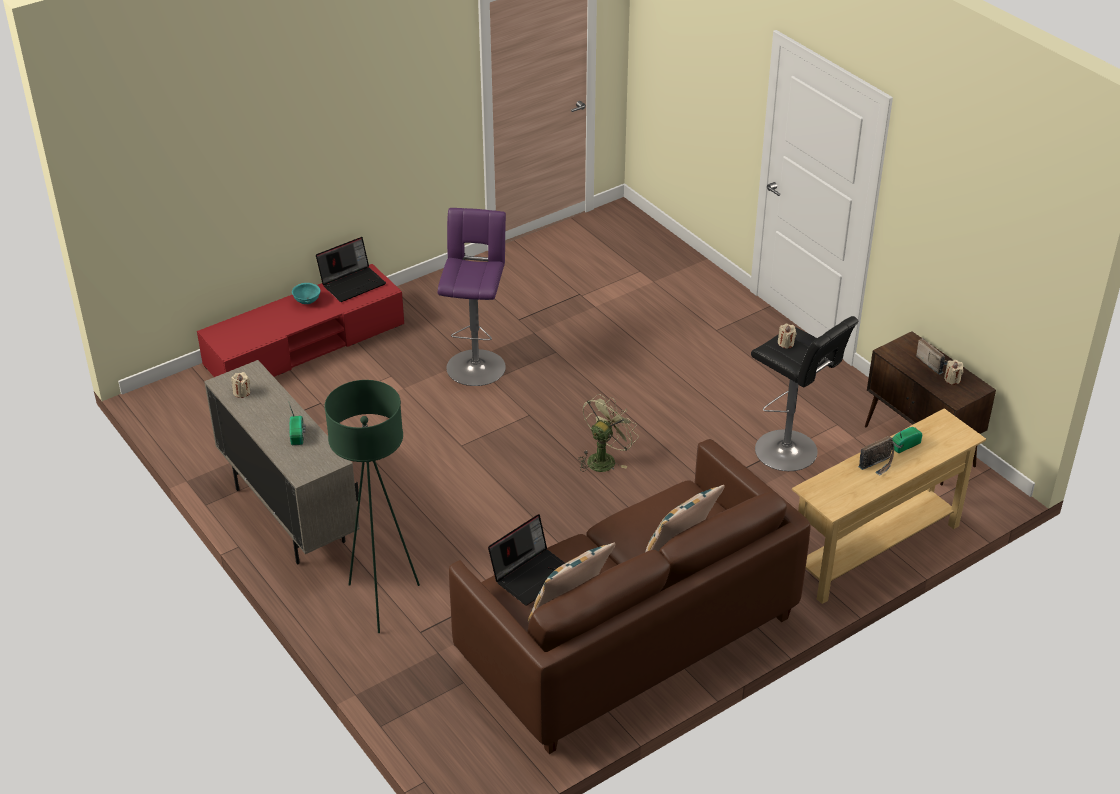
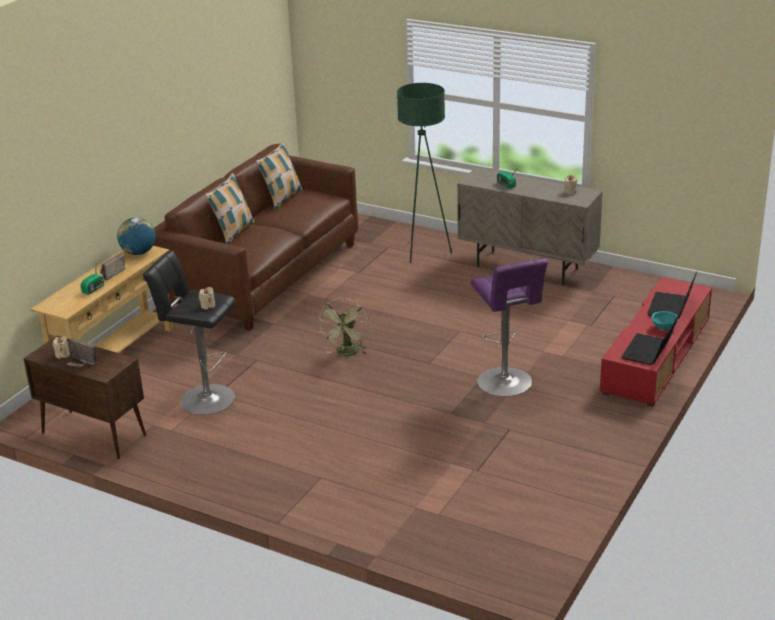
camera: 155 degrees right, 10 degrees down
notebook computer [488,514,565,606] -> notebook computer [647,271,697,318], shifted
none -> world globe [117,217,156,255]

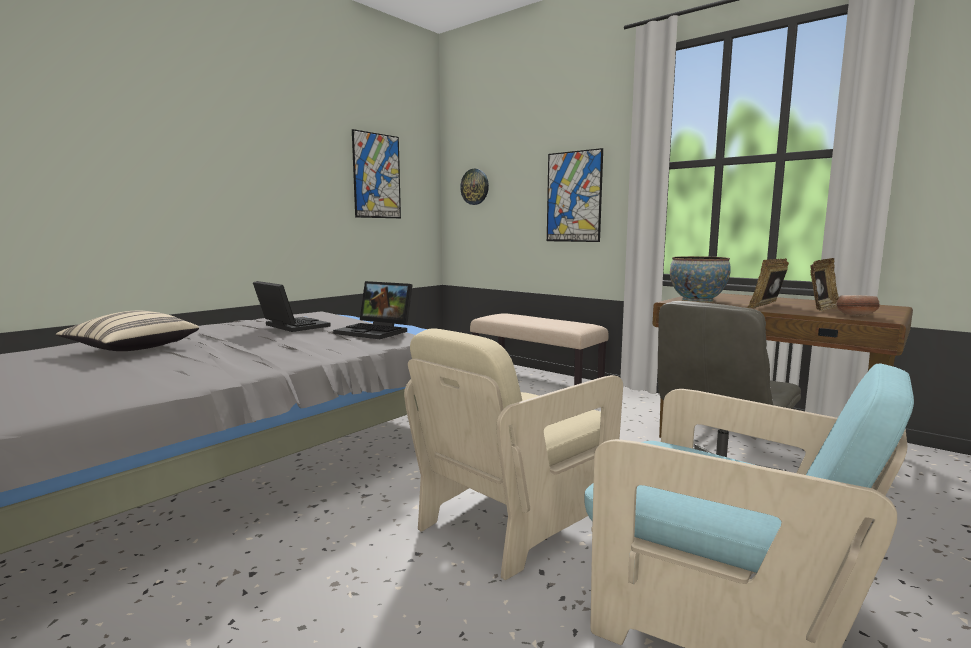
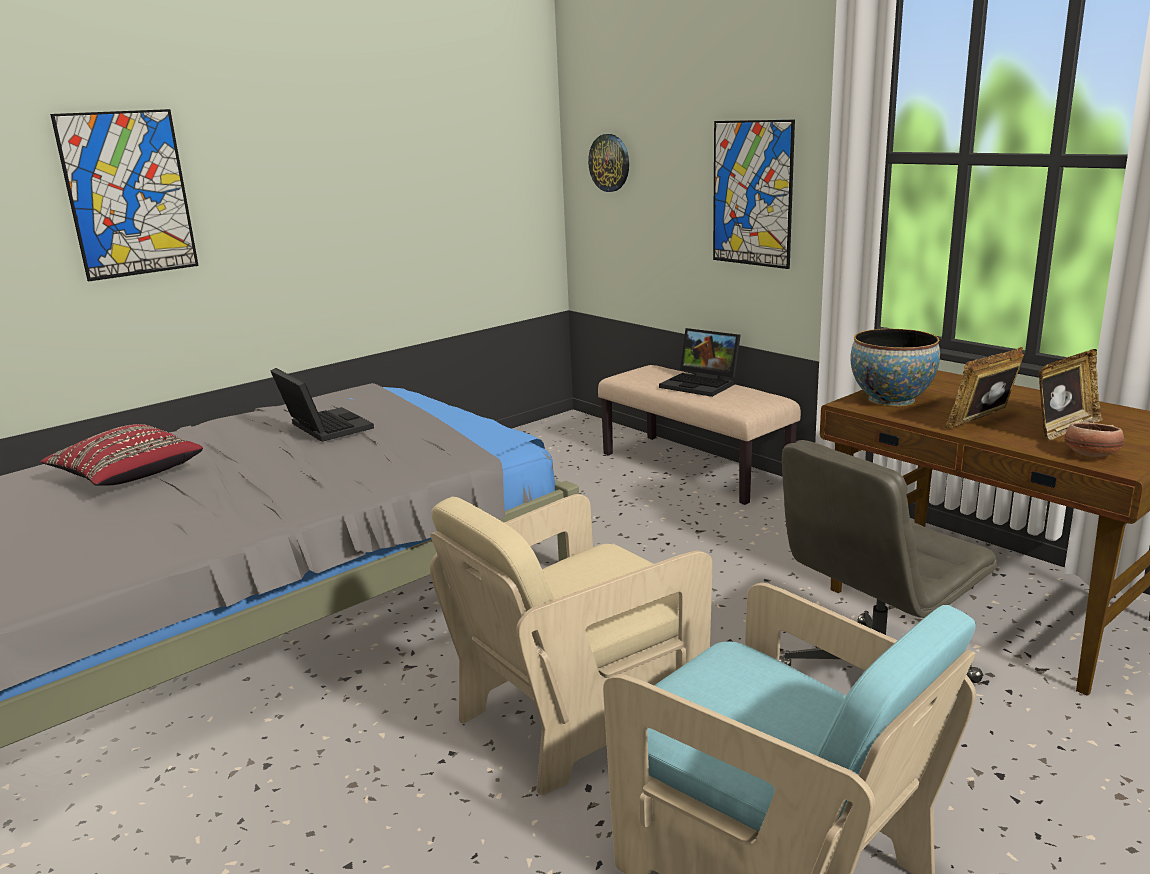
camera: 10 degrees right, 10 degrees up
picture [352,129,401,218] -> picture [50,109,199,282], shifted
notebook computer [333,281,413,339] -> notebook computer [659,328,741,397], shifted
cushion (sand-coloured) [56,311,199,351] -> cushion (reddish) [40,424,203,486]

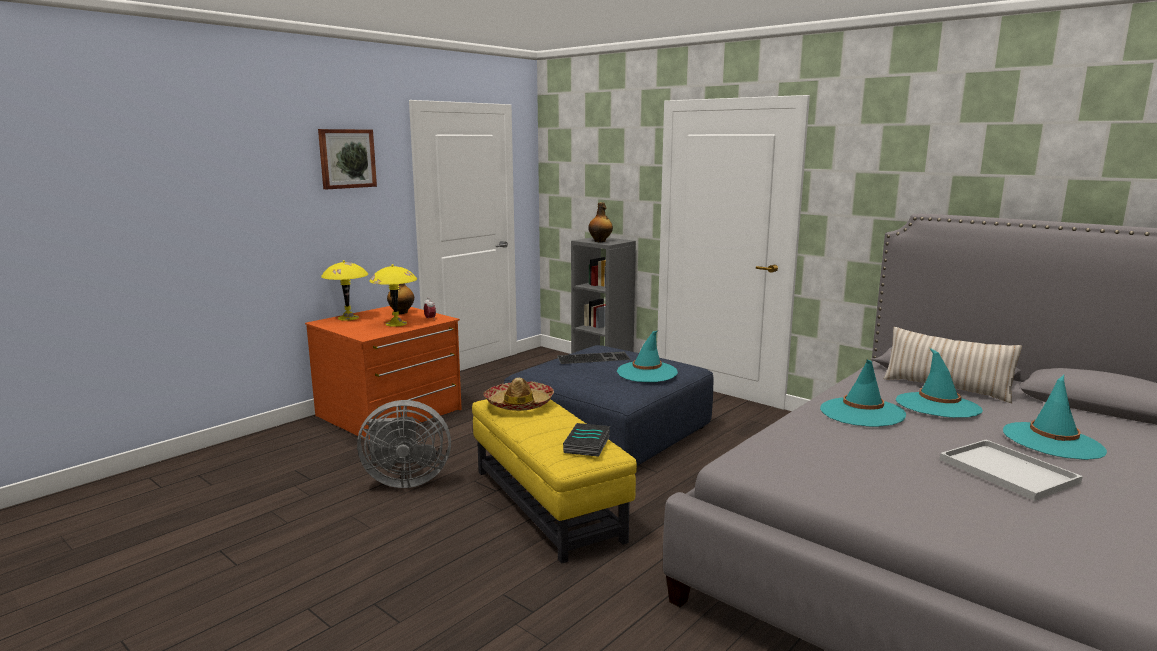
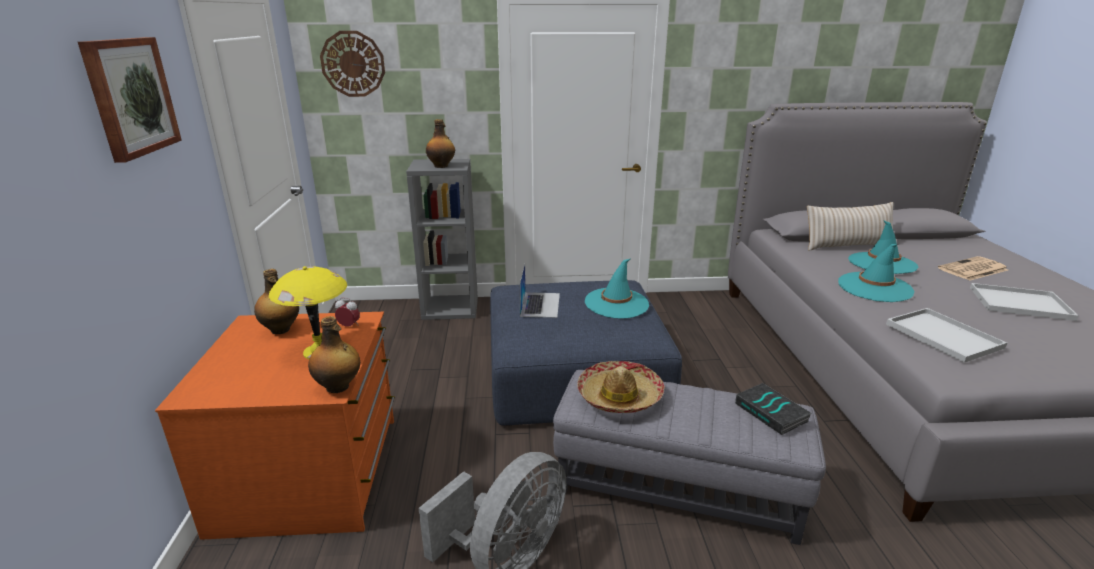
camera: 45 degrees left, 10 degrees up
table lamp (yellow) [321,260,368,321] -> none
computer keyboard [557,352,631,364] -> notebook computer [519,264,560,318]
wearable hat (turquoise-coloured) [1003,375,1107,460] -> printed paper [938,256,1008,281]
pouffe (yellow) [472,399,637,564] -> pouffe (grey) [553,370,826,545]
none -> hanging clock [320,31,385,97]
none -> tray (whitish) [886,308,1007,363]
none -> beverage bottle [308,316,360,393]

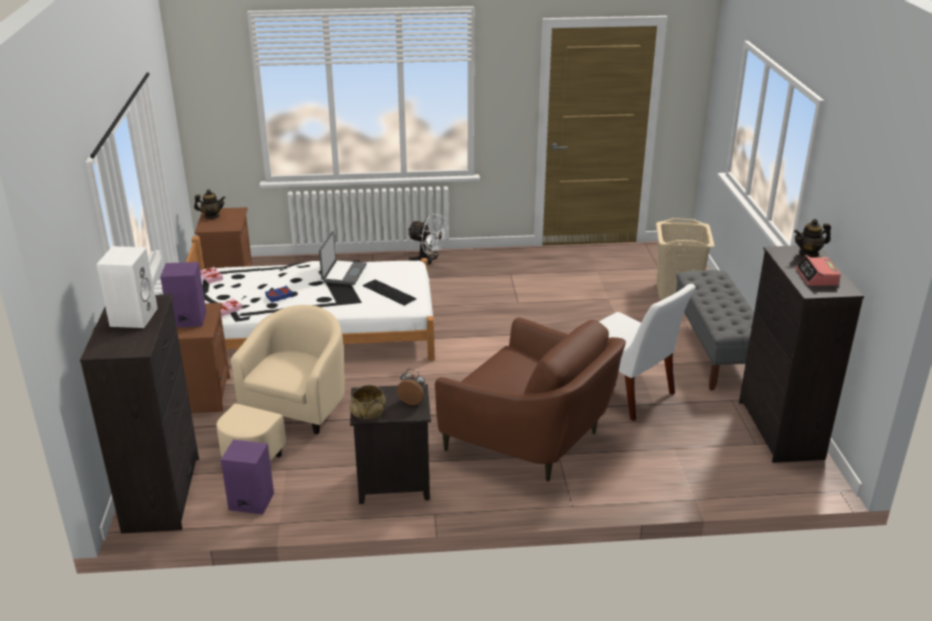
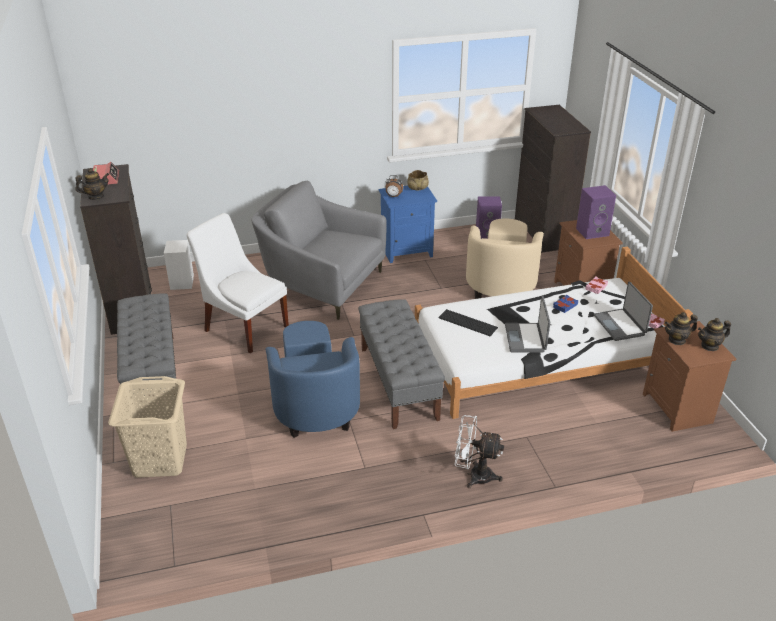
camera: 170 degrees right, 5 degrees up
loudspeaker (whitish) [96,246,158,328] -> loudspeaker (whitish) [164,240,194,290], shifted
armchair (brown-coloured) [435,317,626,482] -> armchair (grey) [251,181,387,320]
nightstand (black) [350,384,431,504] -> nightstand (blue-coloured) [379,186,437,263]
none -> notebook computer [594,281,653,341]
none -> long seat (grey) [358,299,445,429]
none -> teapot [665,312,698,345]
none -> armchair (blue-coloured) [265,321,360,438]

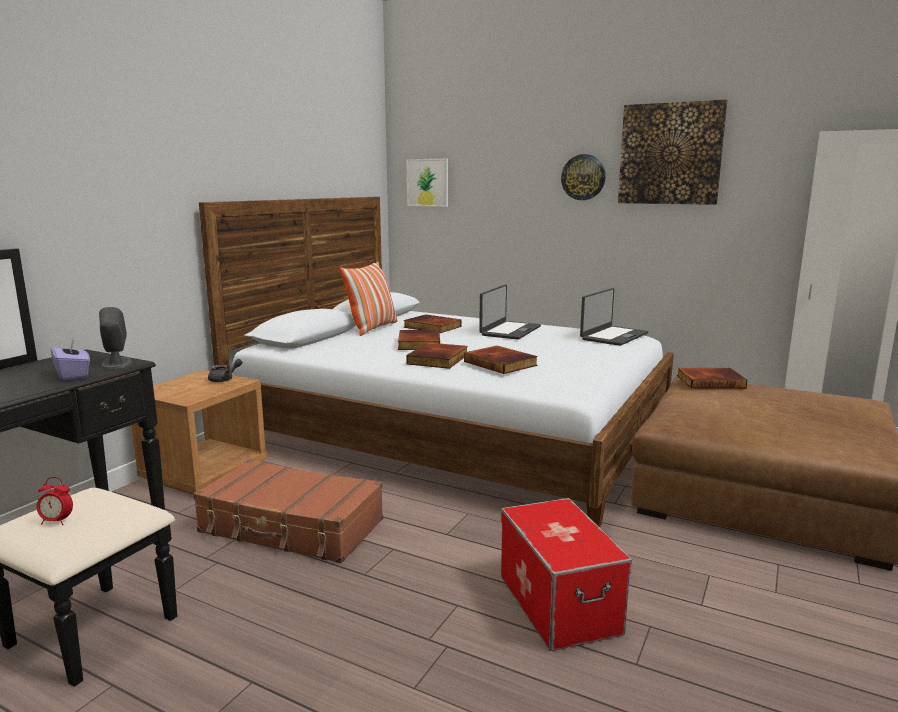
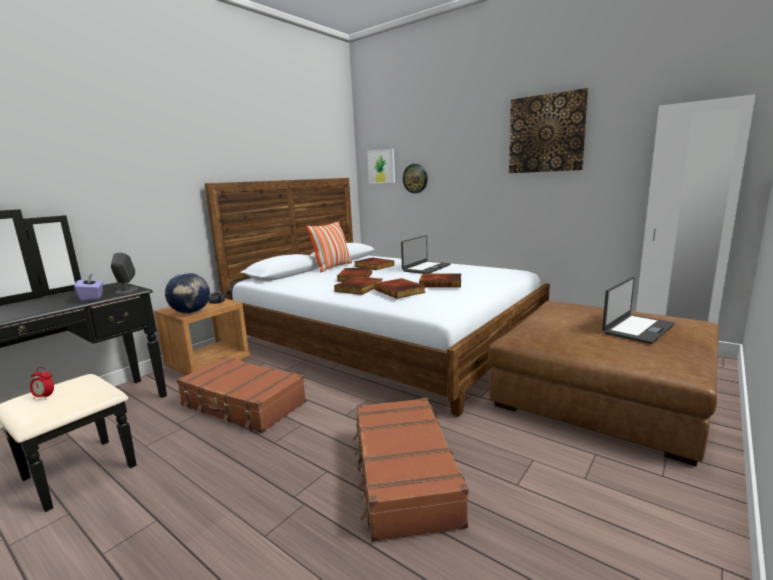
camera: 10 degrees right, 0 degrees up
hanging clock [561,154,606,200] -> hanging clock [403,164,428,193], shifted
notebook computer [580,288,648,346] -> notebook computer [602,277,675,344], shifted
volume [677,367,747,389] -> volume [419,273,461,288], shifted
storage bin [501,498,632,651] -> suitcase (brown-coloured) [353,397,469,542]
none -> world globe [165,273,210,313]

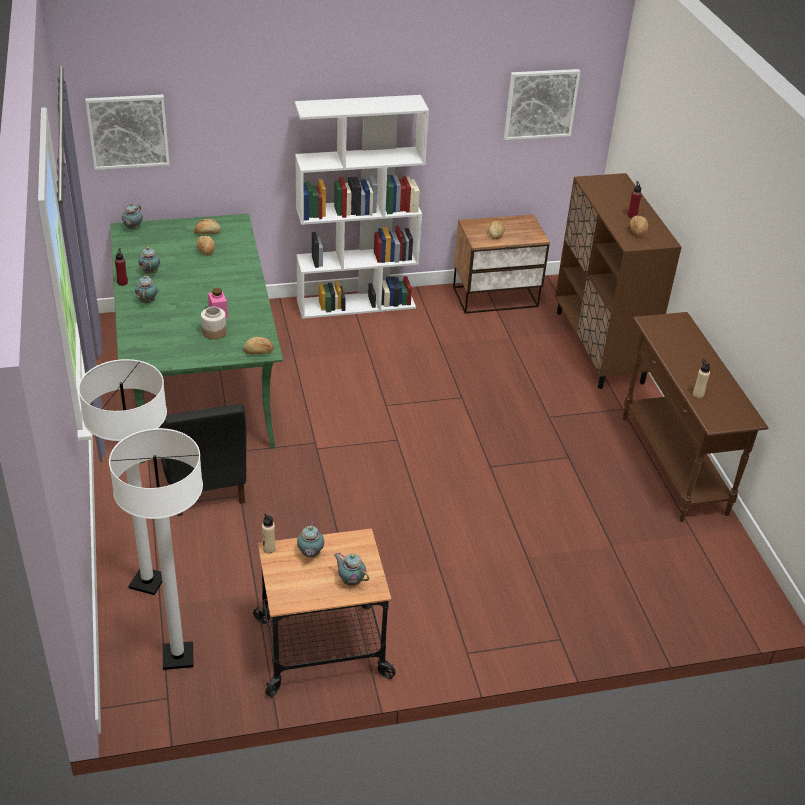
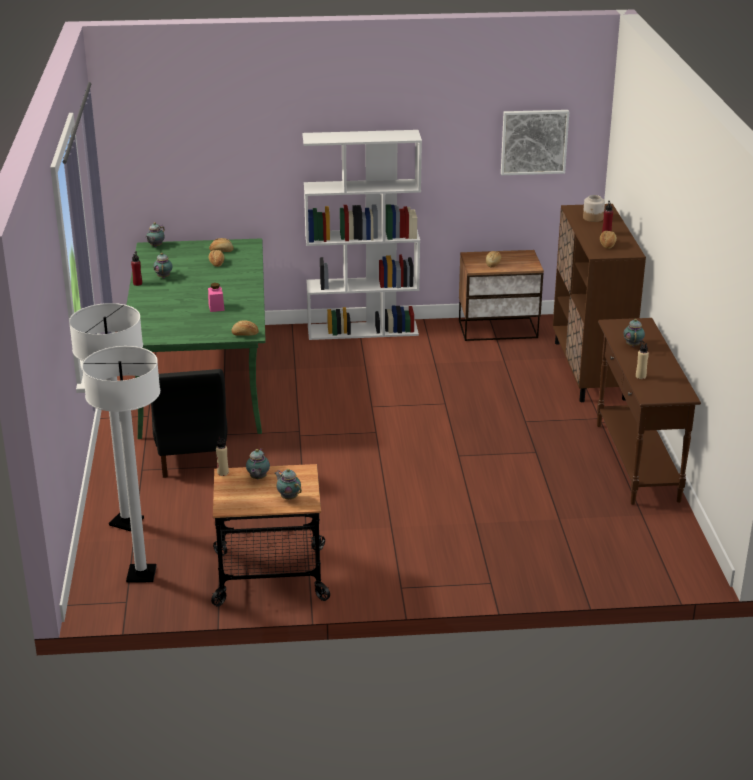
camera: 10 degrees right, 10 degrees down
picture [85,95,170,170] -> none
teapot [135,275,157,303] -> teapot [623,319,645,347], shifted
jar [201,307,227,340] -> jar [583,195,605,222], shifted

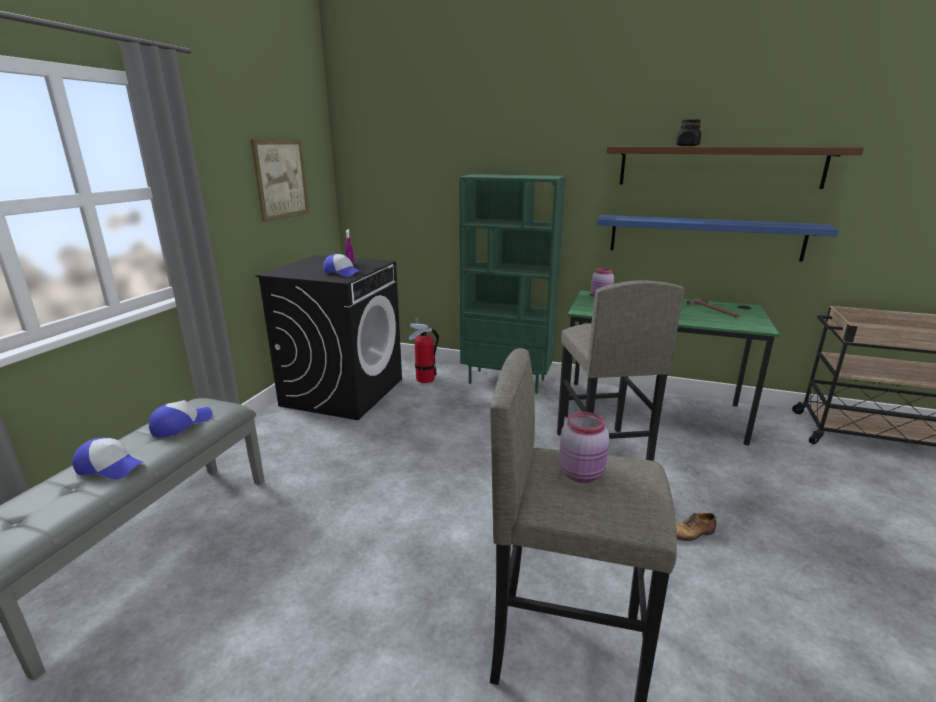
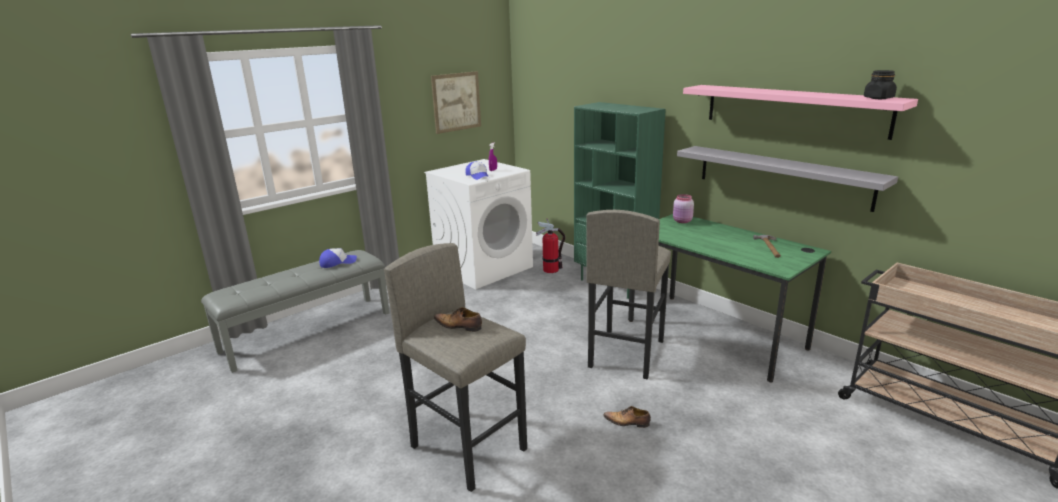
camera: 30 degrees right, 0 degrees up
jar (black) [676,120,701,146] -> jar (black) [864,70,897,99], shifted
shelf (brown-coloured) [606,146,864,189] -> shelf (pinkish) [683,85,918,140]
shelf (blue-coloured) [597,215,839,262] -> shelf (grey) [677,146,898,212]
laundry machine (black) [256,255,402,420] -> laundry machine (whitish) [424,159,533,289]
jar (pinkish) [559,412,609,483] -> item of footwear [434,307,482,332]
cap [72,438,145,479] -> none

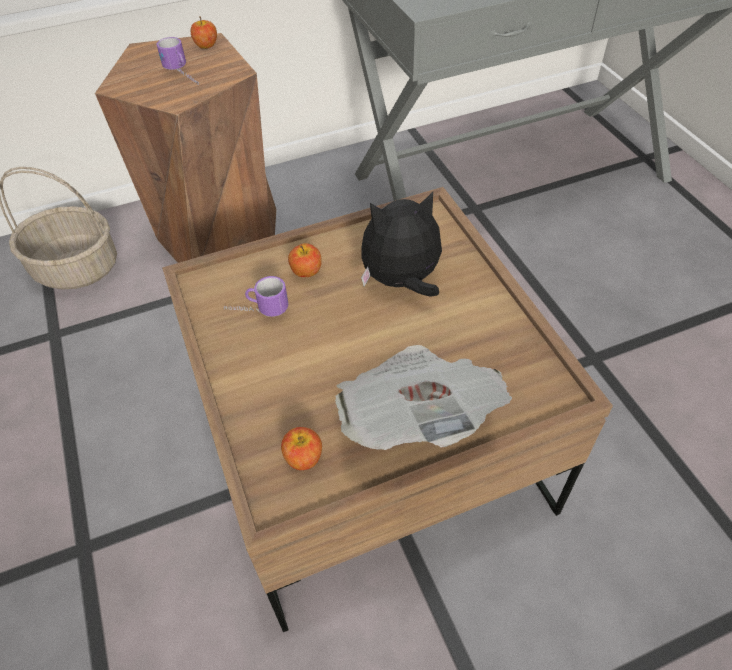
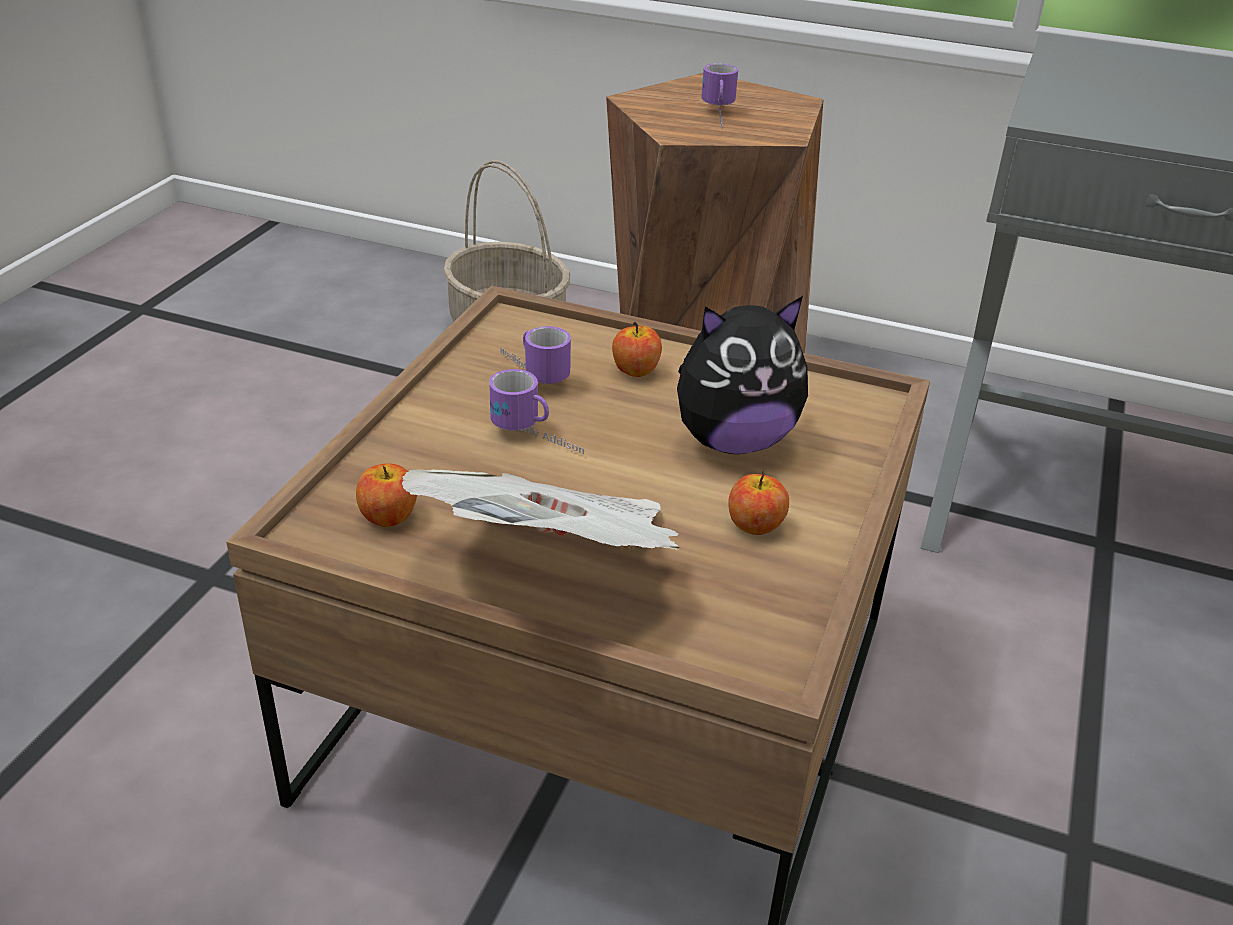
camera: 40 degrees right, 15 degrees down
whole apple [191,16,217,49] -> whole apple [728,470,789,535], shifted
plush toy [361,192,442,297] -> plush toy [677,296,808,454], 135 degrees clockwise
none -> tea mug [489,369,584,454]

